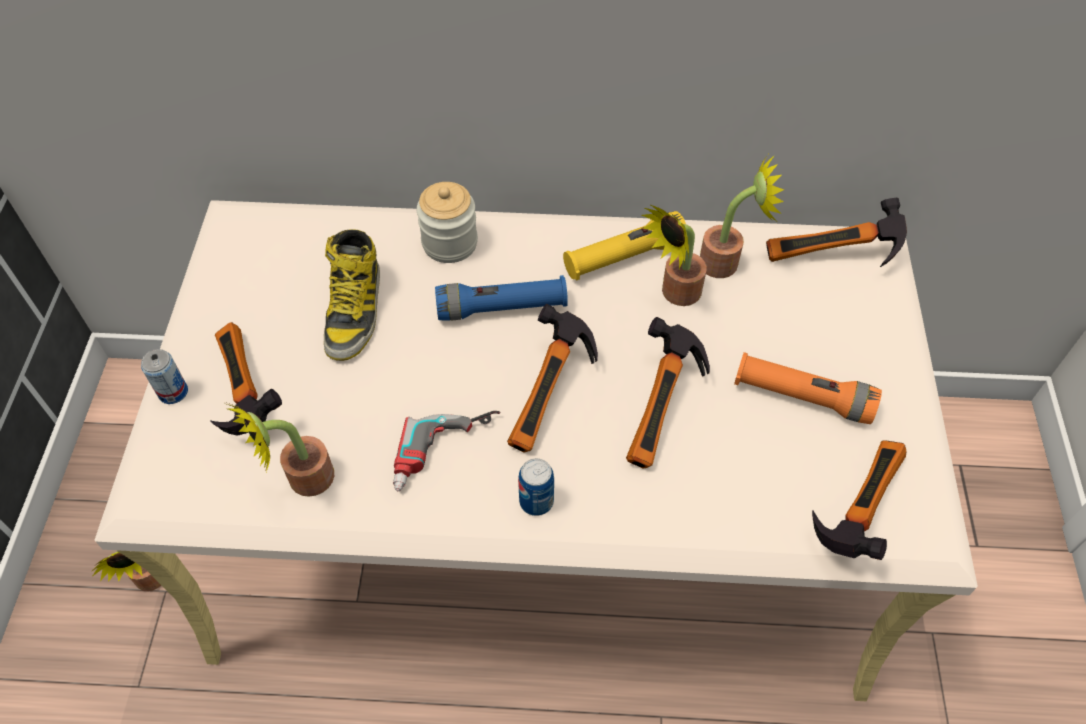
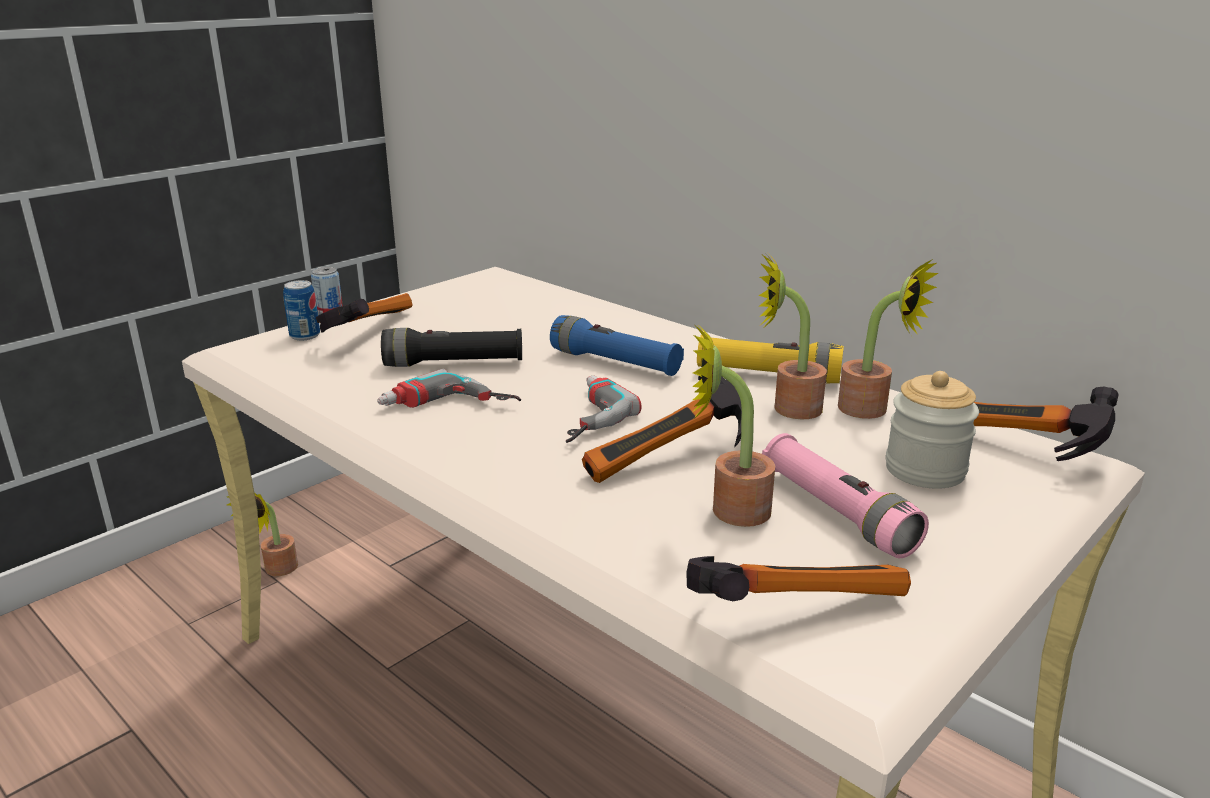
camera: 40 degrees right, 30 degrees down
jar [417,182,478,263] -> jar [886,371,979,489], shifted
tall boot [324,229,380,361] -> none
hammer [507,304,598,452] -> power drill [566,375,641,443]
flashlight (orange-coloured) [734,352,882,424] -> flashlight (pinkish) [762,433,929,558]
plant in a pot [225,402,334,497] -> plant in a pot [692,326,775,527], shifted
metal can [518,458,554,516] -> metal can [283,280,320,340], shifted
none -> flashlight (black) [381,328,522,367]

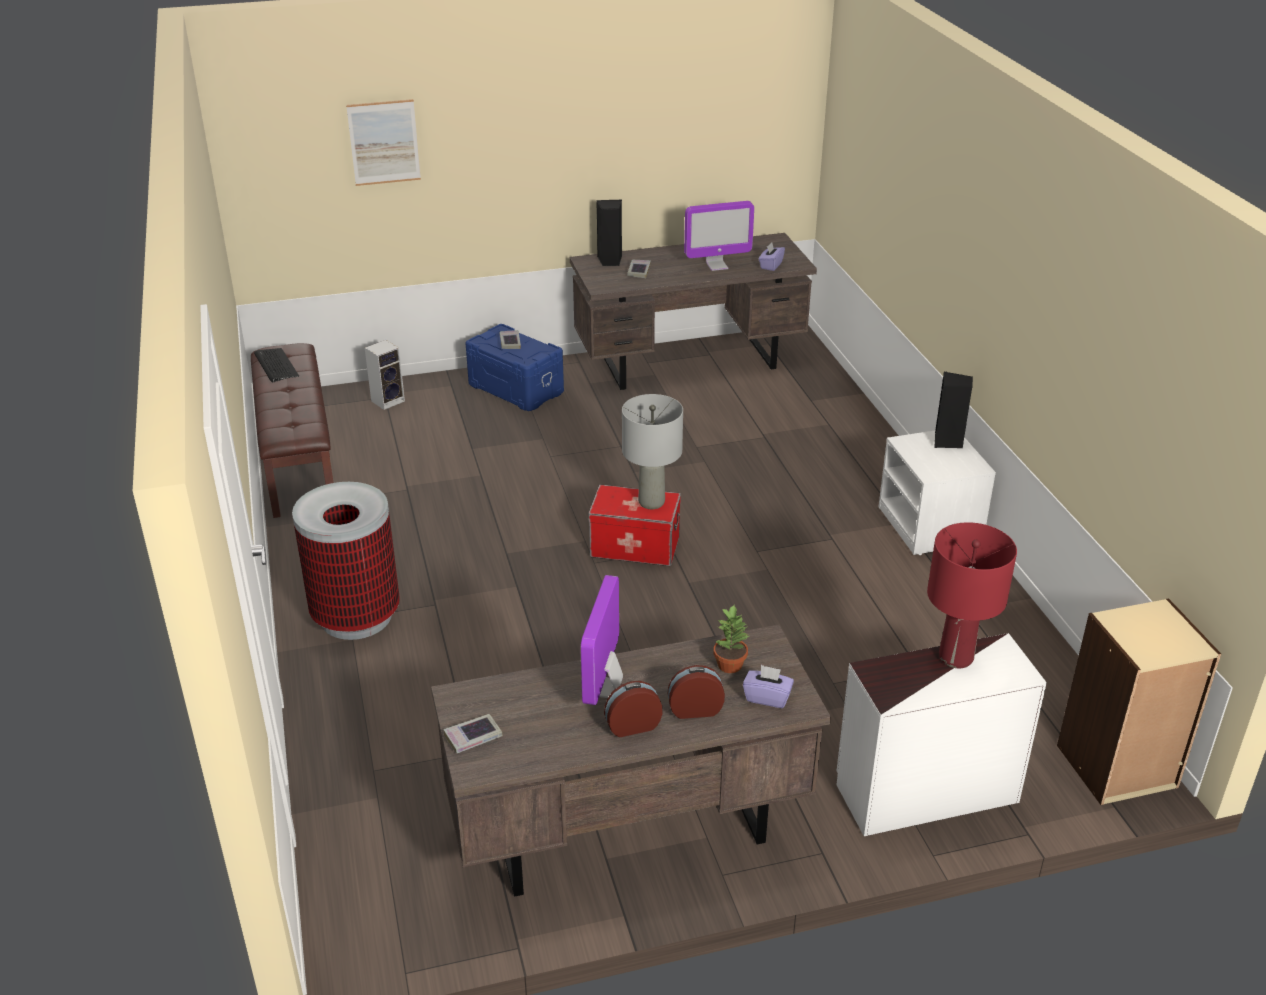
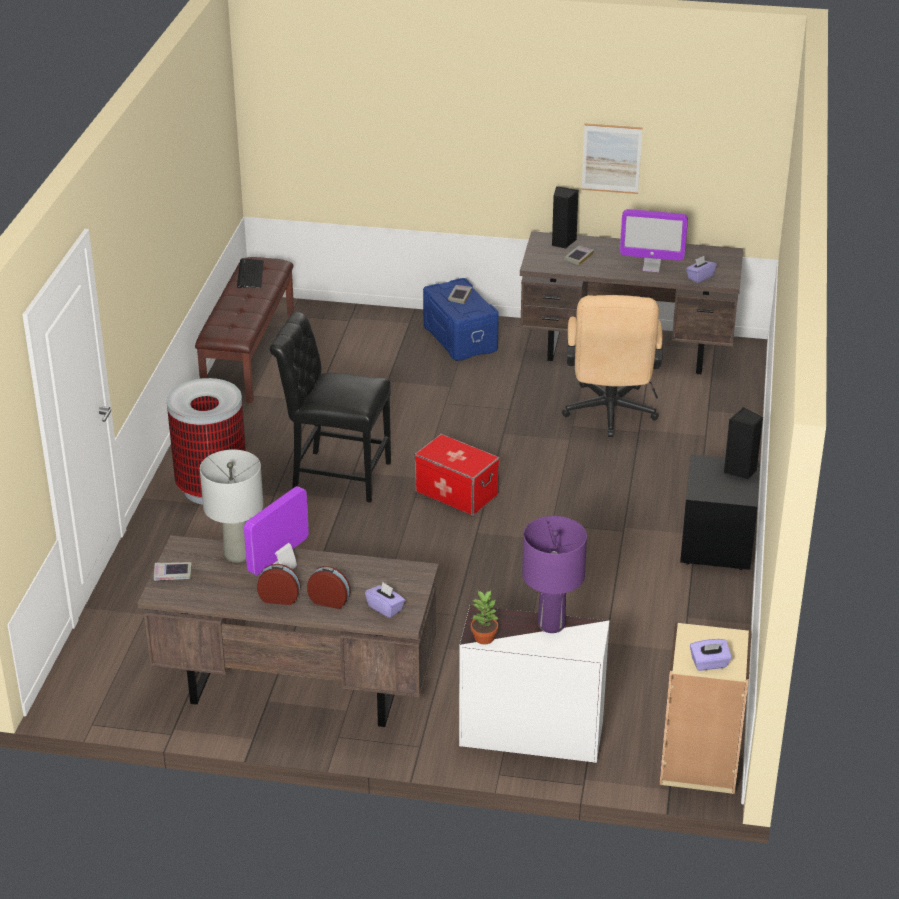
camera: 25 degrees right, 0 degrees up
picture [346,99,421,186] -> picture [582,123,643,194], shifted
loudspeaker [365,340,405,410] -> none
table lamp (grey) [622,394,683,509] -> table lamp (grey) [200,450,263,563], shifted
nightstand (whitish) [879,431,996,555] -> nightstand (black) [680,454,760,570]
table lamp (reddish) [927,522,1017,668] -> table lamp (purple-coloured) [522,516,587,633]
plant in a pot [713,606,749,673] -> plant in a pot [471,591,499,645], shifted
none -> desk chair (sand-coloured) [562,295,662,437]
none -> upright chair (black) [270,312,391,503]
none -> box of tissues (purple-coloured) [690,639,732,671]

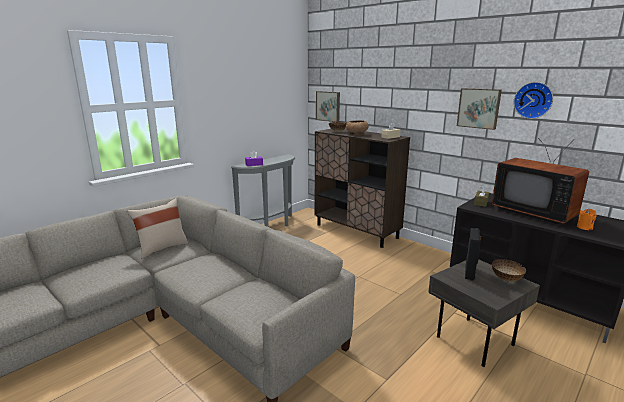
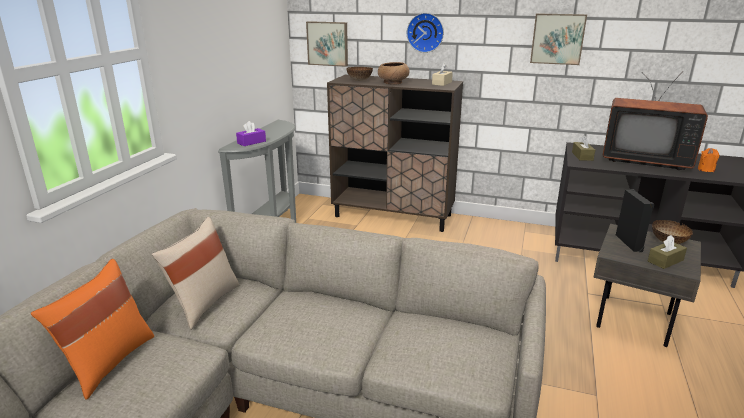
camera: 25 degrees left, 5 degrees up
hanging clock [514,82,553,119] -> hanging clock [407,13,444,53], shifted
none -> box of tissues (brown-coloured) [648,235,687,269]
none -> cushion (orange-coloured) [31,259,154,399]

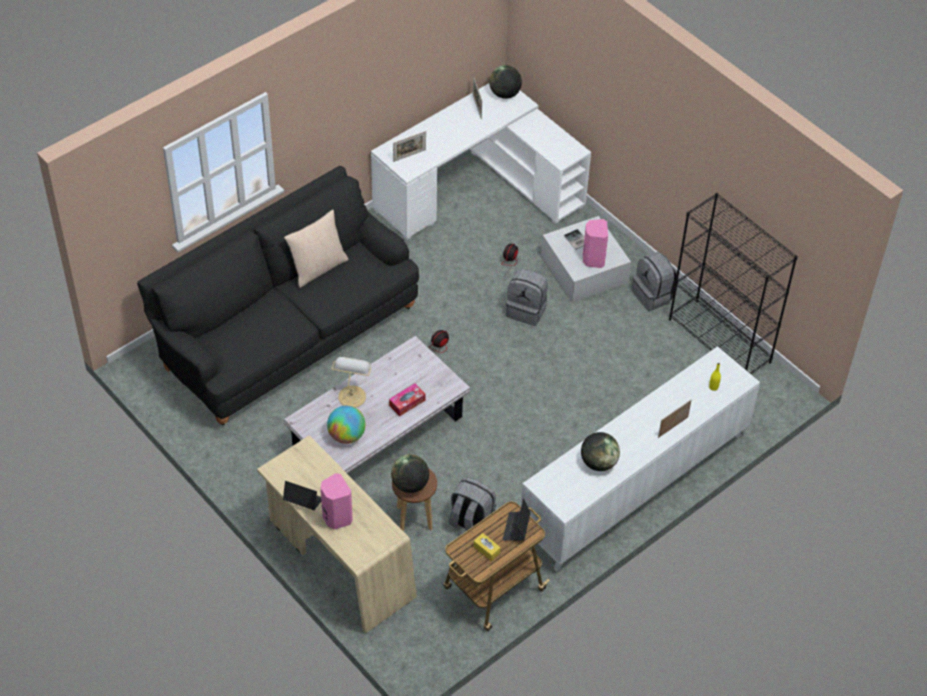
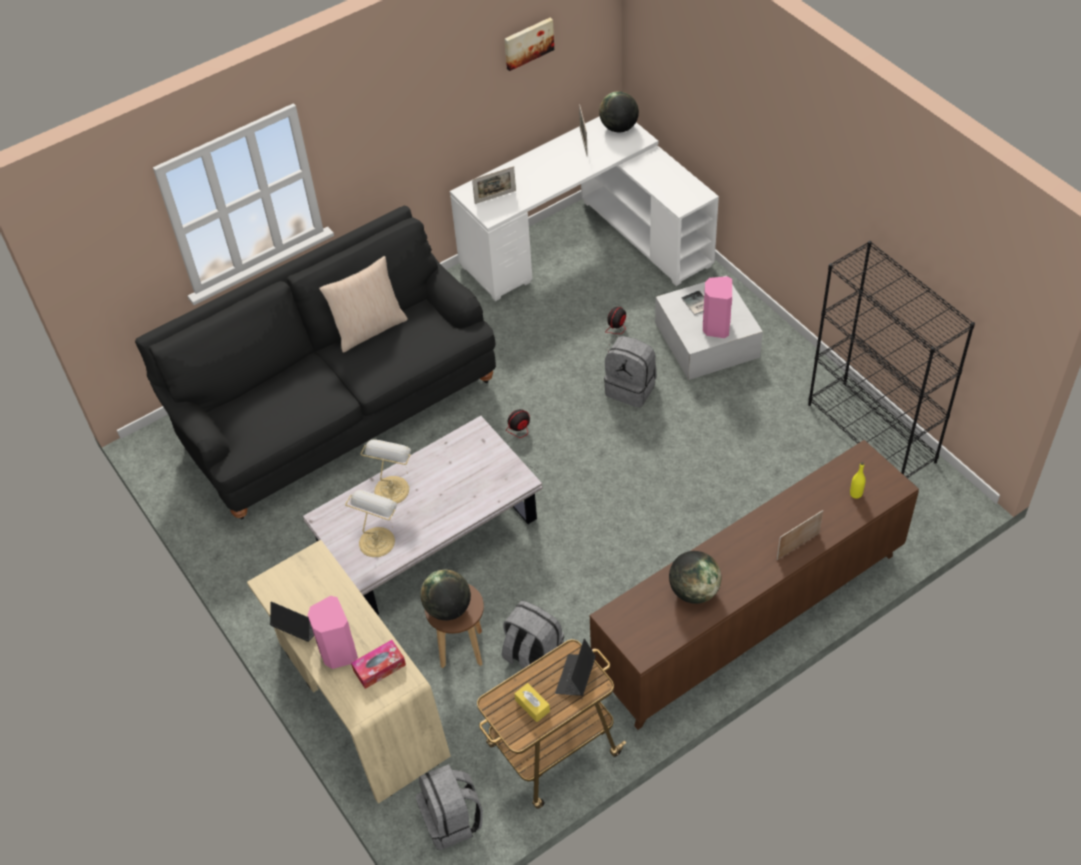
camera: 10 degrees right, 0 degrees up
knapsack (grey) [632,252,678,311] -> knapsack (grey) [416,764,483,850], shifted
cabinet (whitish) [521,346,760,572] -> cabinet (brown-coloured) [590,440,919,730]
box of tissues [389,384,426,416] -> box of tissues [351,640,406,689], shifted
world globe [327,405,366,444] -> table lamp [345,490,397,557]
none -> picture [504,18,554,71]

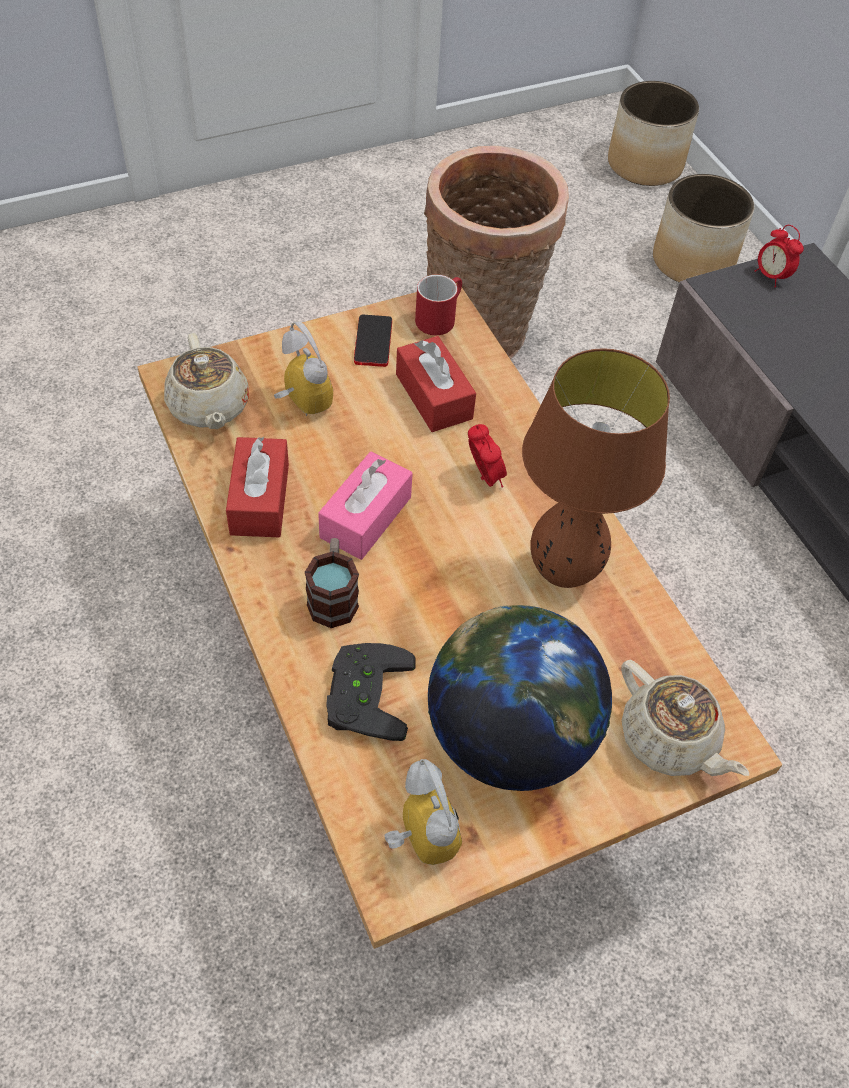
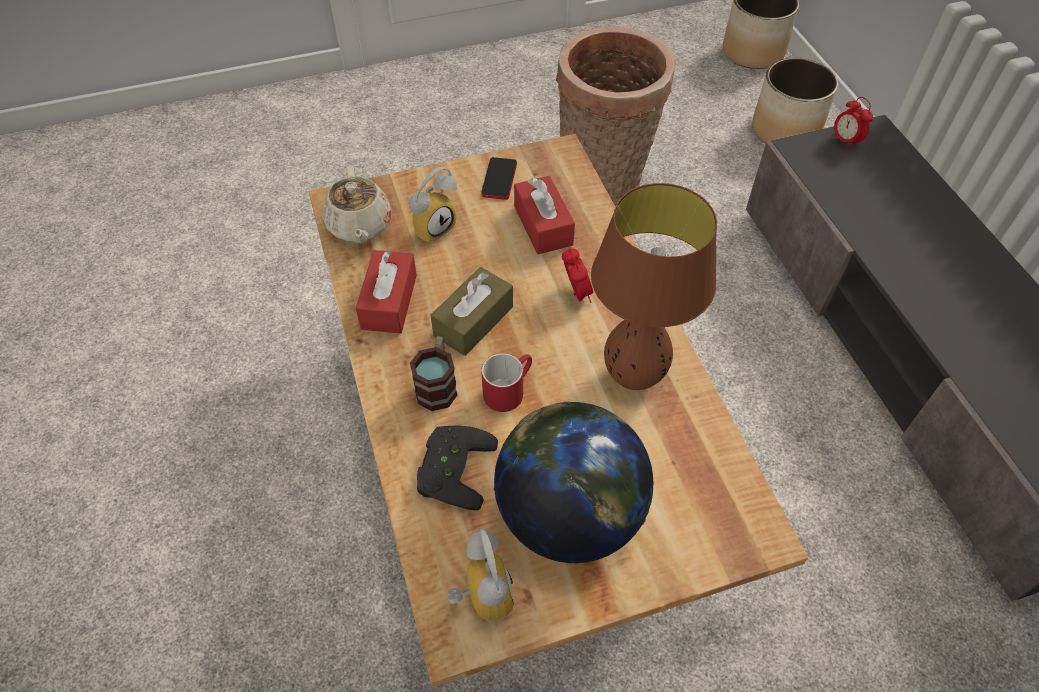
camera: 10 degrees right, 0 degrees up
tea mug (reddish) [415,275,462,335] -> tea mug (reddish) [481,353,532,412], shifted
bedside clock [274,321,333,416] -> bedside clock [407,167,457,244], 75 degrees clockwise
box of tissues (pinkish) [318,452,413,560] -> box of tissues (brown-coloured) [431,267,513,356]
teapot (sand-coloured) [621,659,749,776] -> none

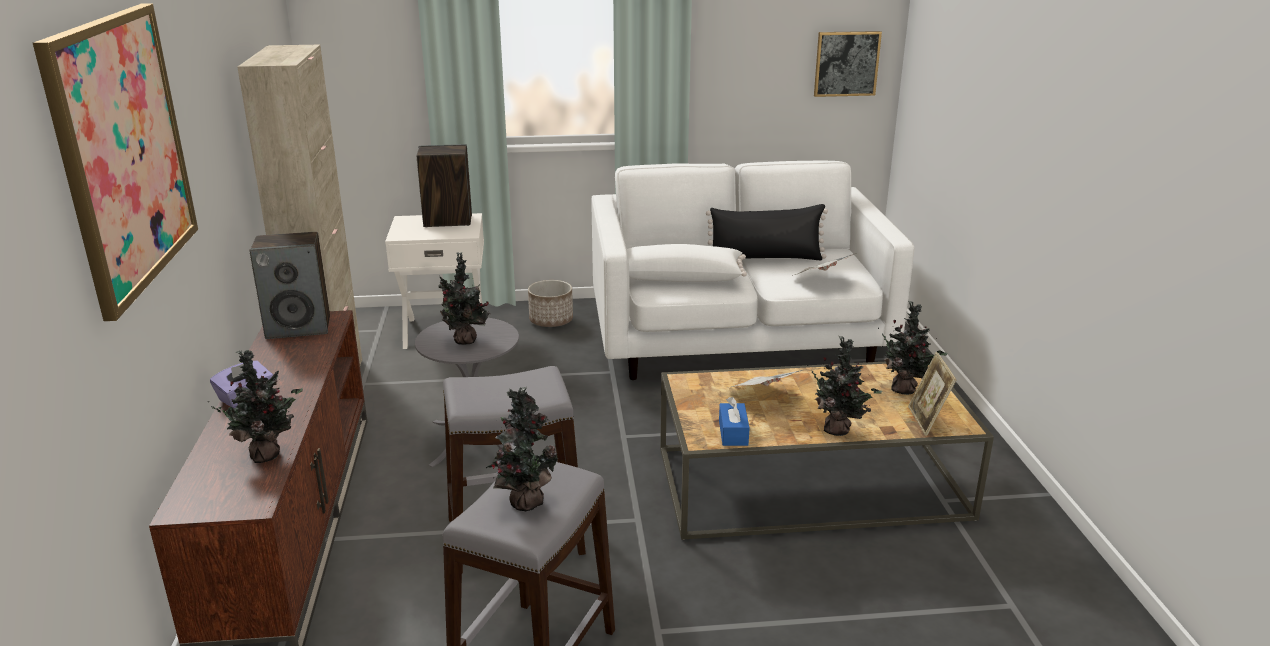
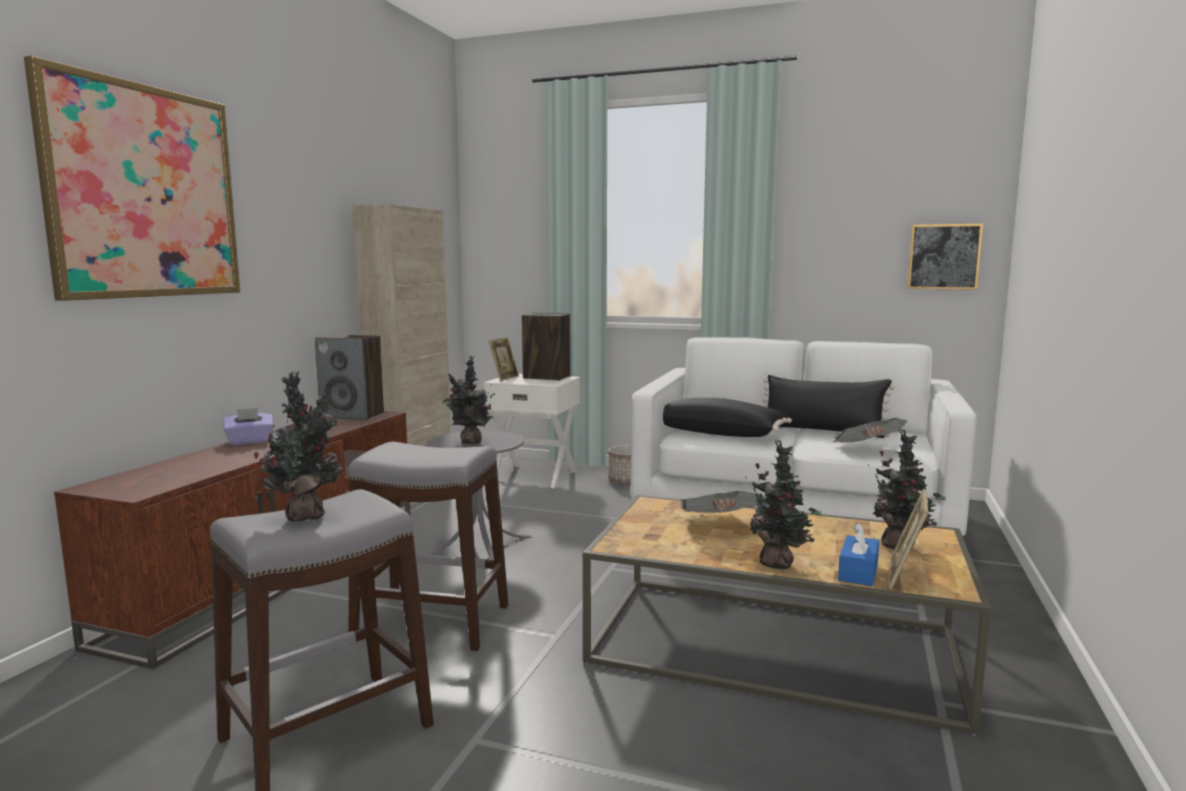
camera: 25 degrees right, 15 degrees down
cushion (whitish) [627,244,747,282] -> cushion (black) [663,398,792,437]
plant in a pot [208,350,303,463] -> none
box of tissues (blue-coloured) [719,397,749,446] -> box of tissues (blue-coloured) [838,522,879,586], shifted
none -> standing frame [488,338,519,381]

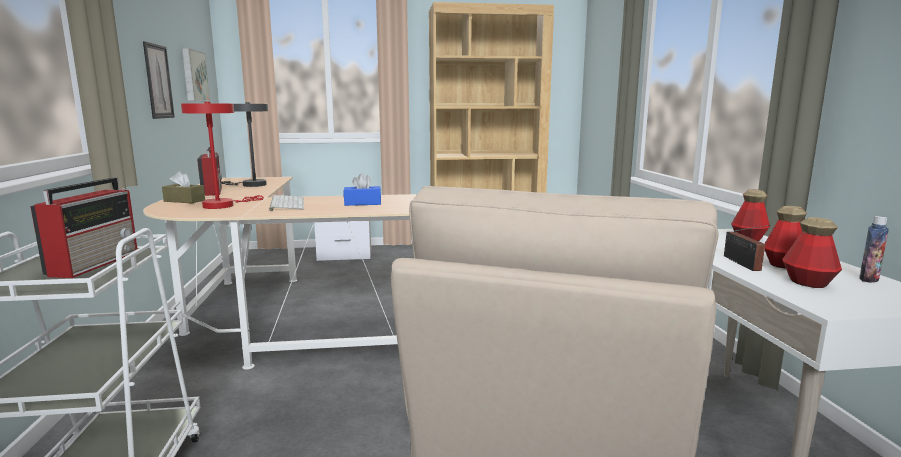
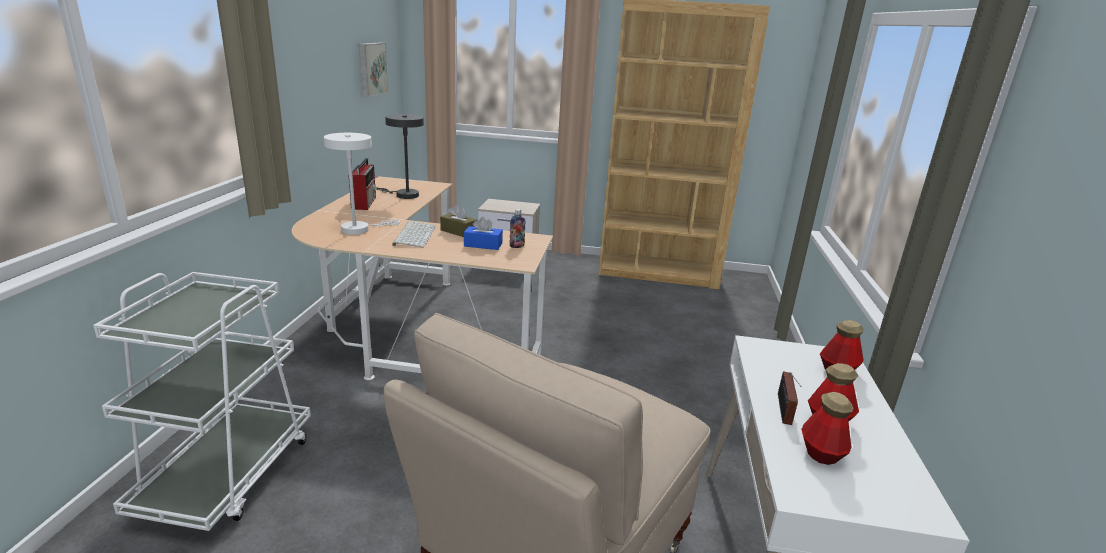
camera: 15 degrees right, 10 degrees up
picture [143,41,175,119] -> none
table lamp (reddish) [181,102,264,209] -> table lamp (whitish) [324,133,400,235]
box of tissues (brown-coloured) [162,171,205,203] -> box of tissues (brown-coloured) [440,204,477,237], shifted
radio set [30,178,137,278] -> none
beverage bottle [859,216,889,283] -> beverage bottle [509,209,526,248], shifted

